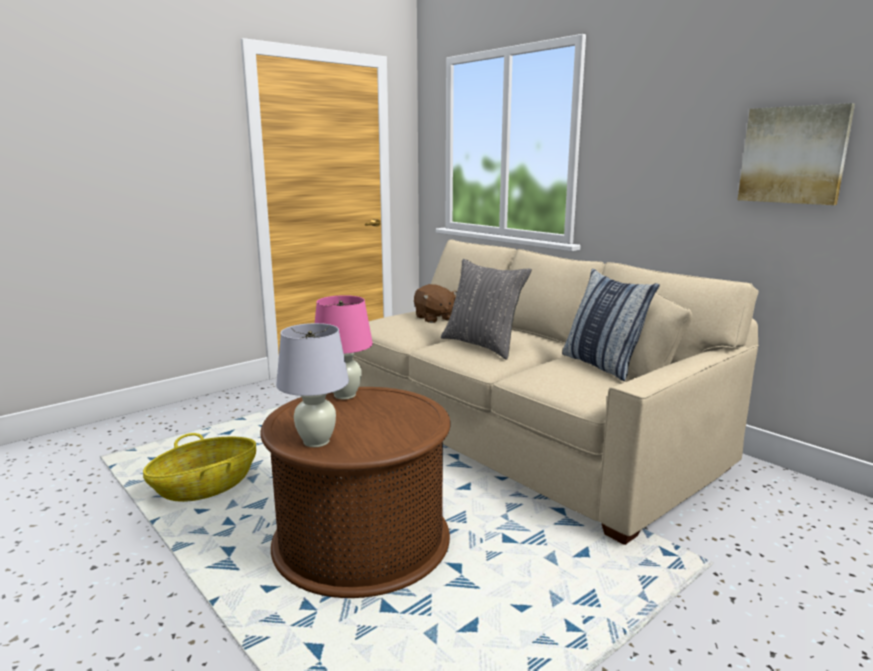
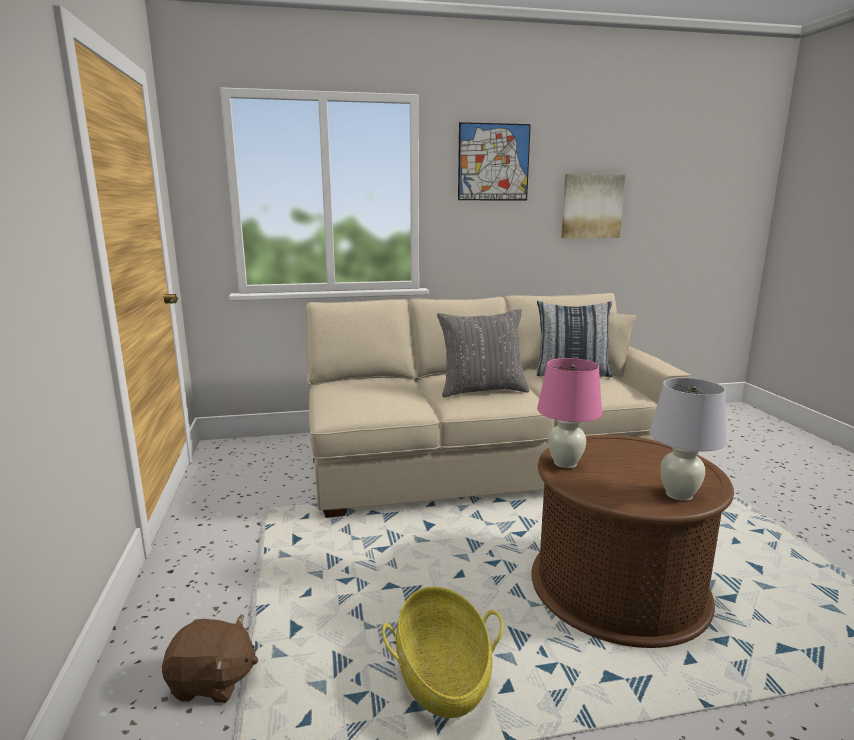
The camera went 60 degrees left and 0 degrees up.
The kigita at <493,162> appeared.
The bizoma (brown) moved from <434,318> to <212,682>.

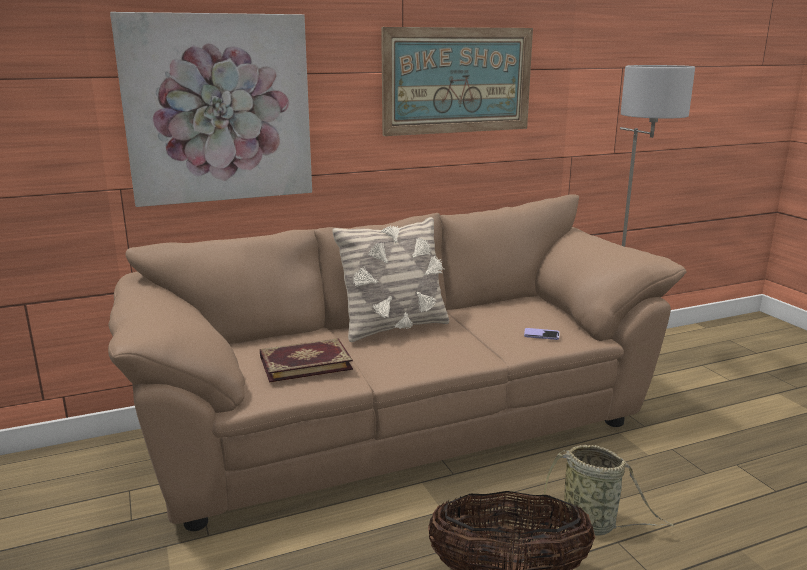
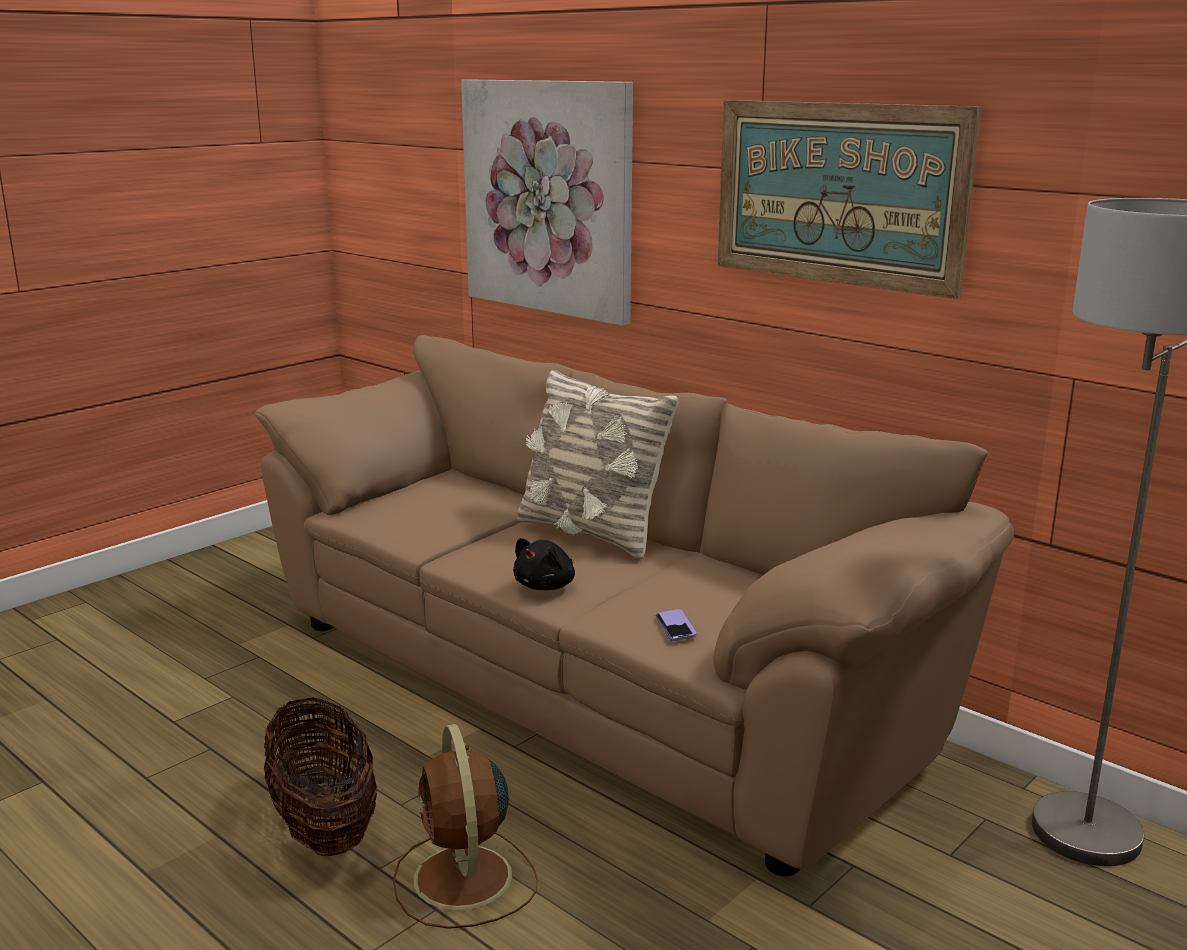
The camera went 65 degrees right and 0 degrees up.
The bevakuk at <305,362> disappeared.
The bizoma (black) at <546,586> appeared.
The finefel at <592,525> was replaced by the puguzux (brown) at <464,880>.

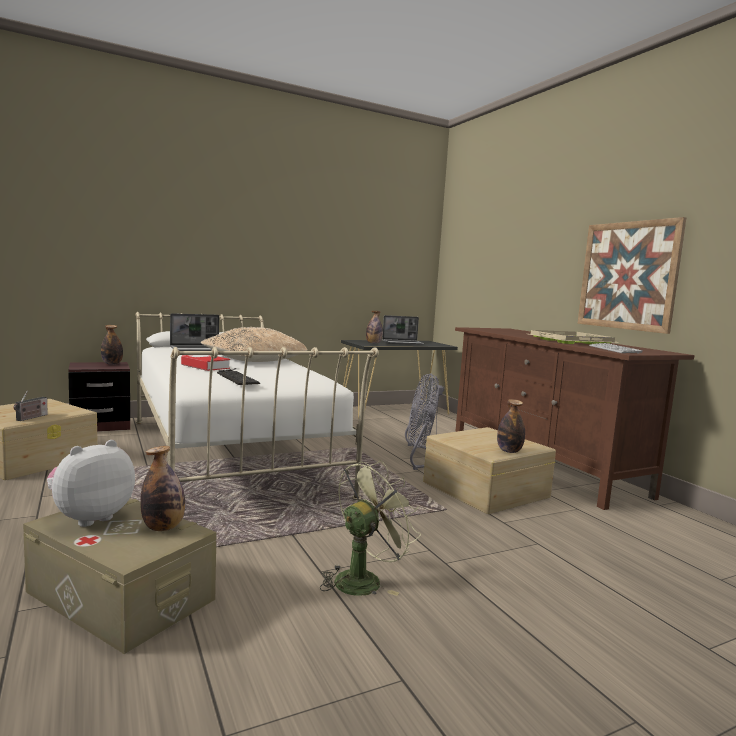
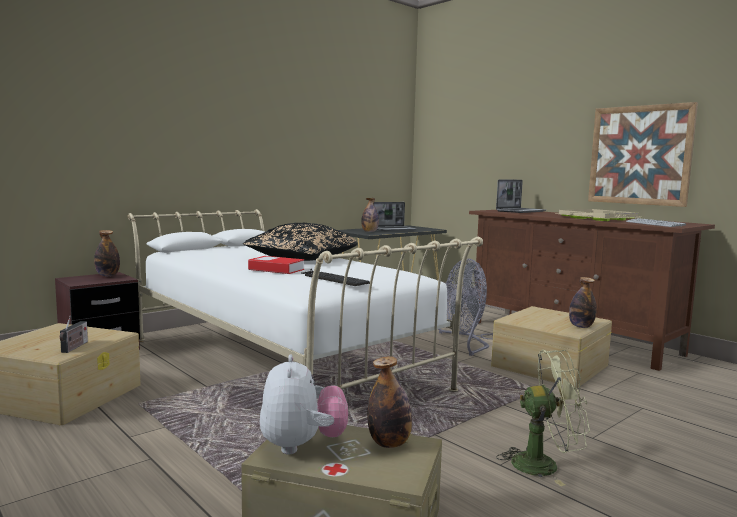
The camera went 15 degrees left and 0 degrees up.
The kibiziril moved from <198,349> to <520,211>.
The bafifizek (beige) at <255,359> became the bafifizek (black) at <303,257>.
The bizoma at <90,517> turned 150 degrees clockwise.
The puguzux (green) at <364,579> turned 60 degrees clockwise.

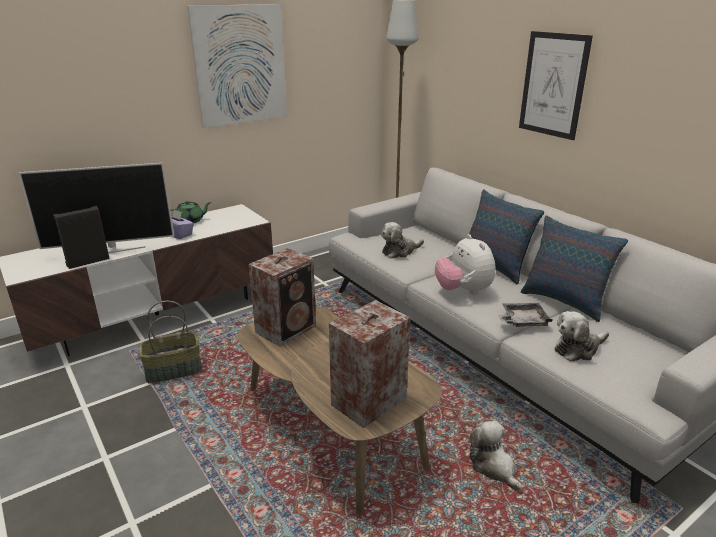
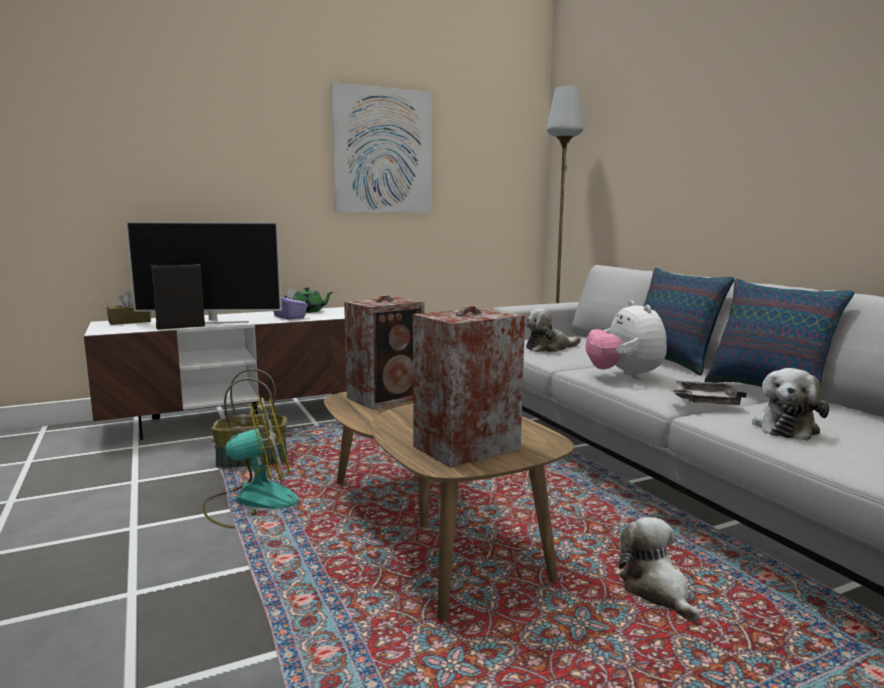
The camera went 10 degrees right and 15 degrees down.
The kigita at <553,85> disappeared.
The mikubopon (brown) at <129,322> appeared.
The puguzux at <251,501> appeared.
The bizoma at <578,349> turned 45 degrees counterclockwise.

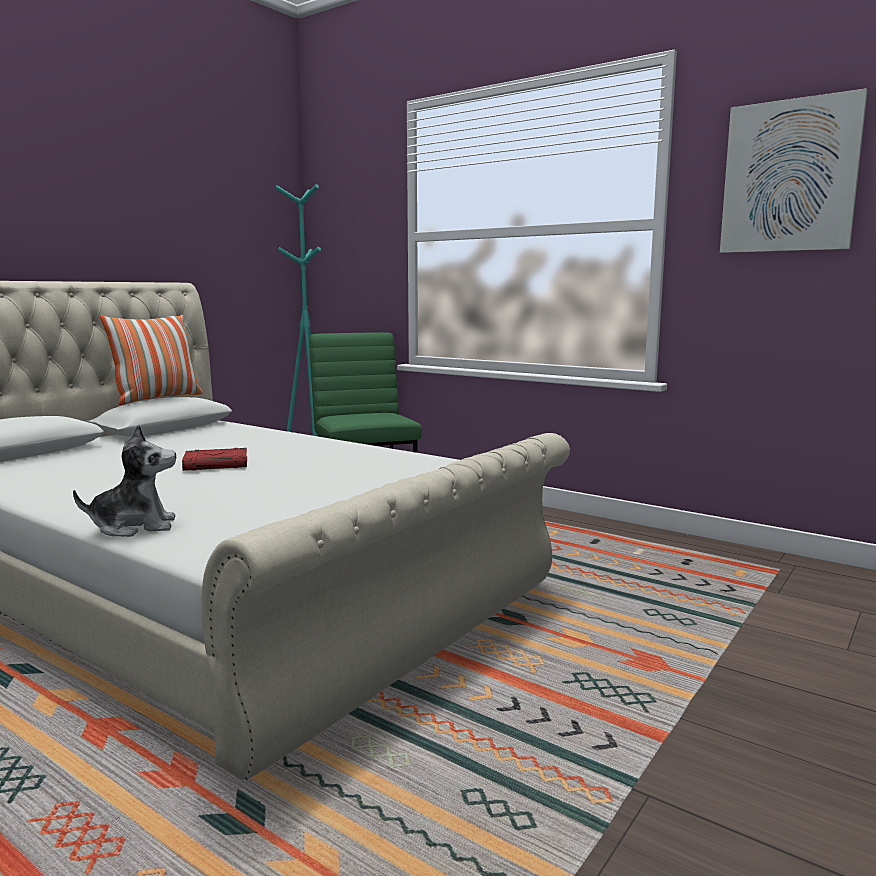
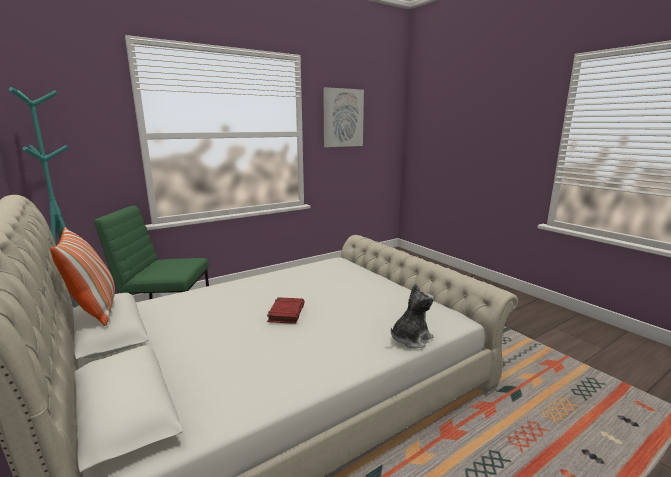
The camera went 70 degrees left and 5 degrees up.
The bizoma at <134,526> turned 45 degrees clockwise.

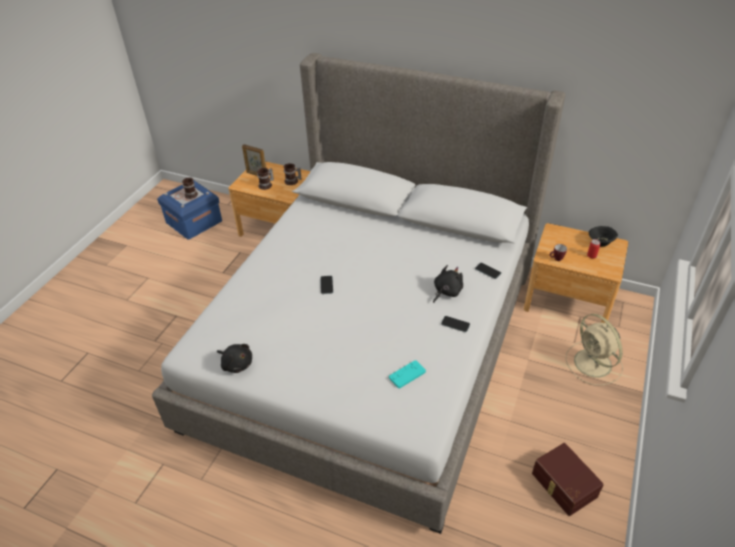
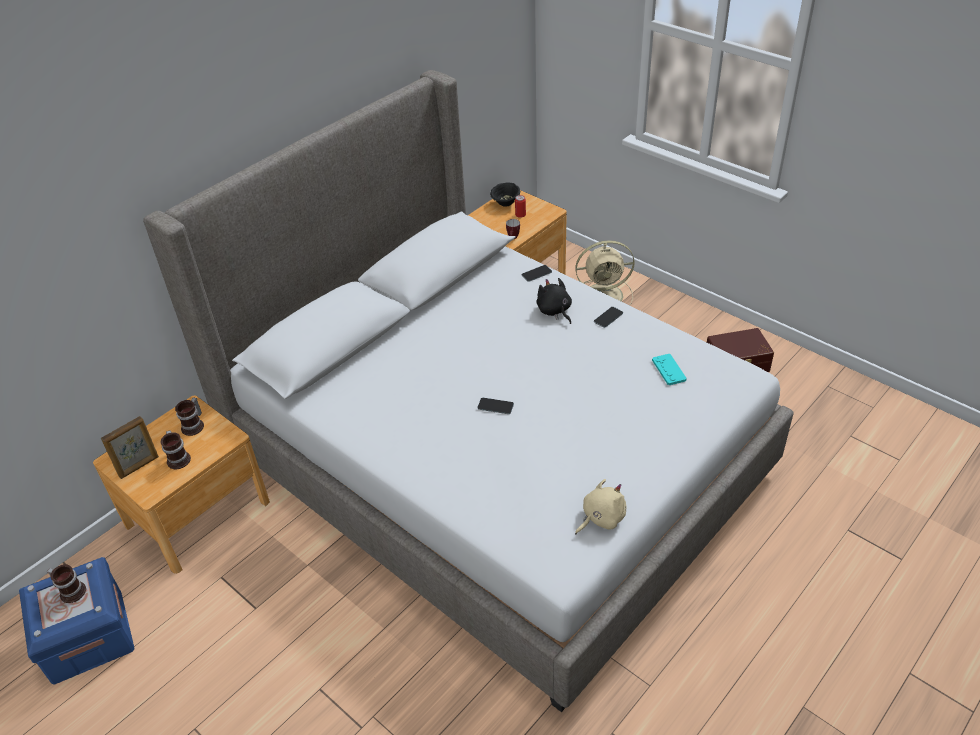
The camera went 70 degrees left and 0 degrees up.
The bizoma (black) at <236,364> became the bizoma (beige) at <601,518>.

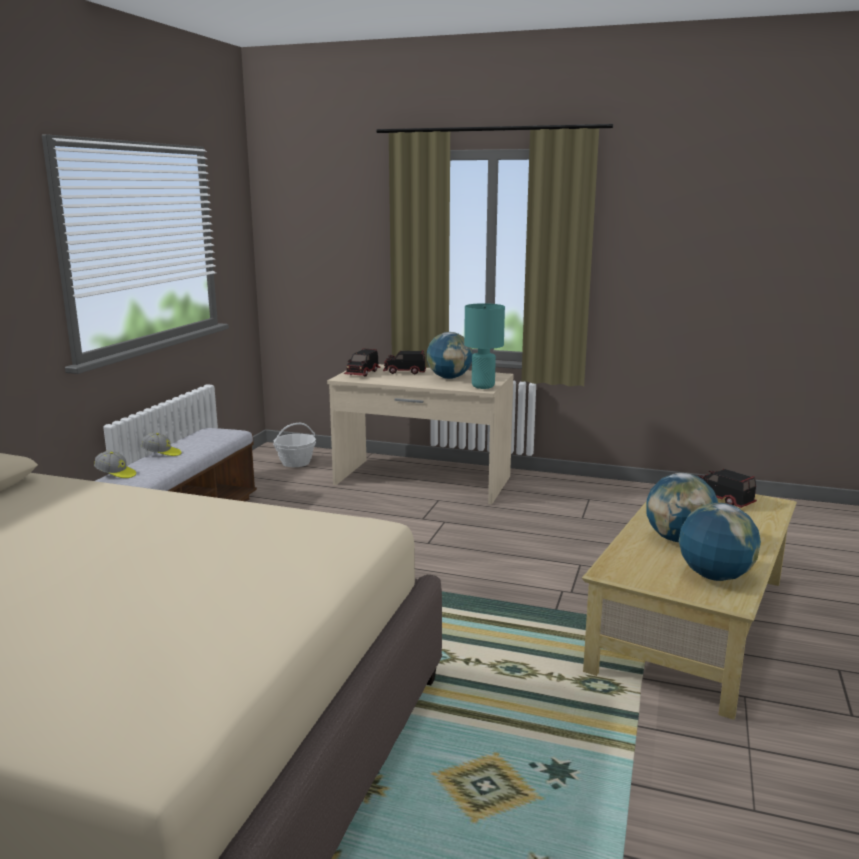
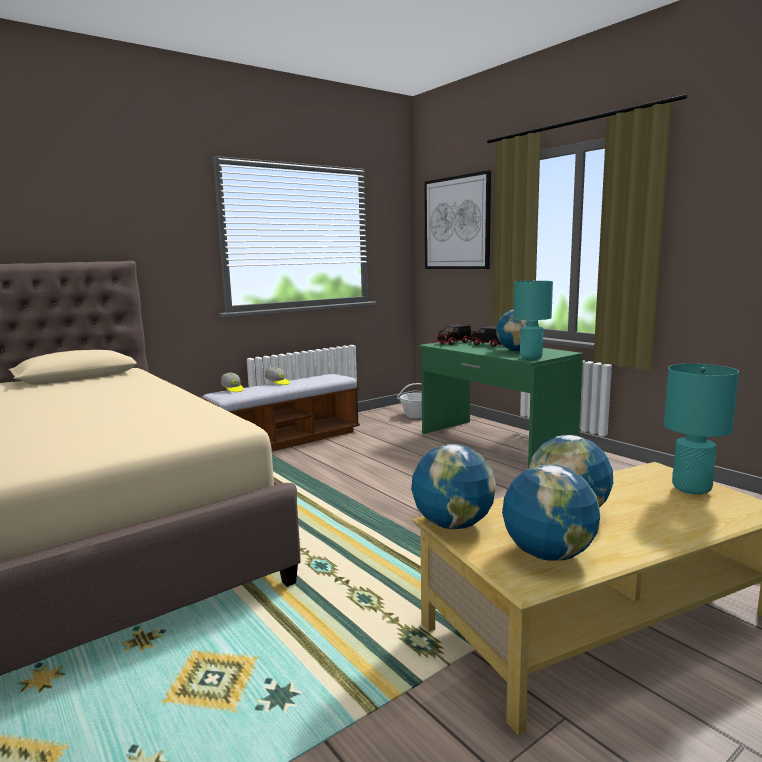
The camera went 35 degrees right and 5 degrees down.
The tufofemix at <453,525> appeared.
The kigita at <456,223> appeared.
The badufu at <722,499> was replaced by the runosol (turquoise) at <691,491>.
The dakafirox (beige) at <422,481> became the dakafirox (green) at <494,443>.

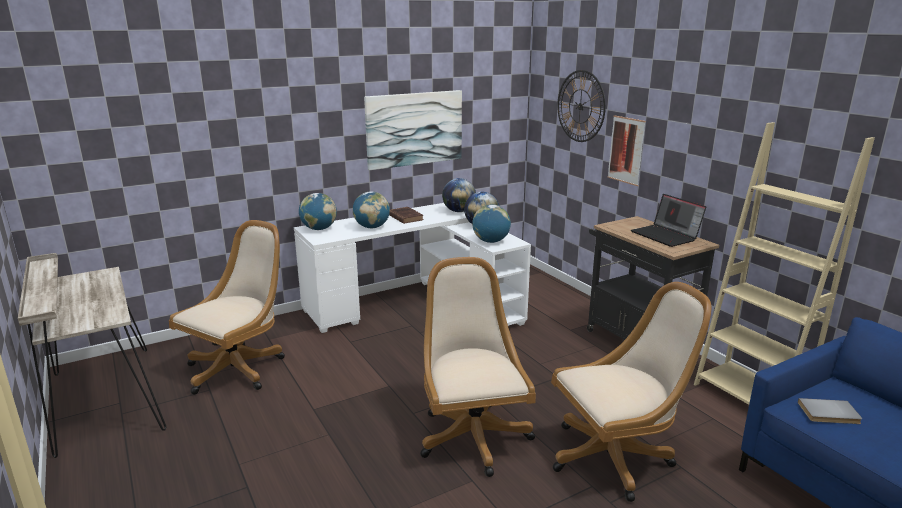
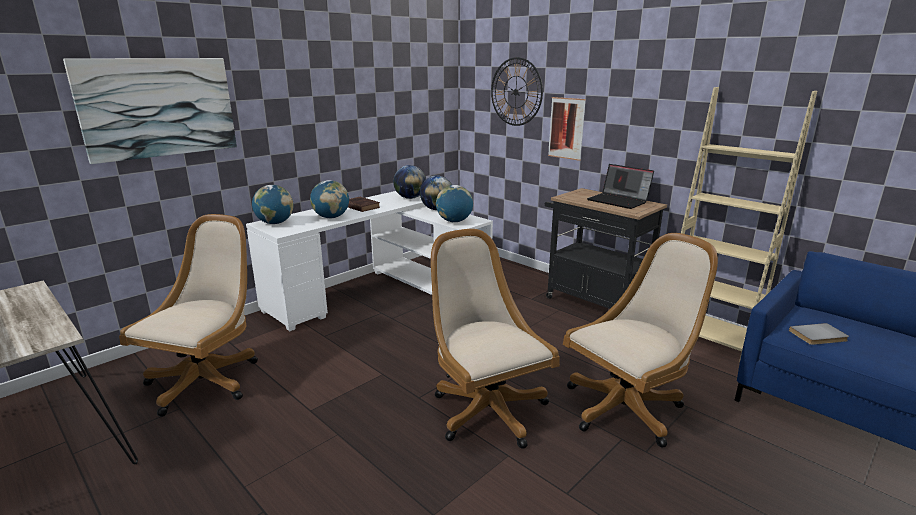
The camera went 15 degrees left and 0 degrees up.
The kigita moved from <414,129> to <159,107>.

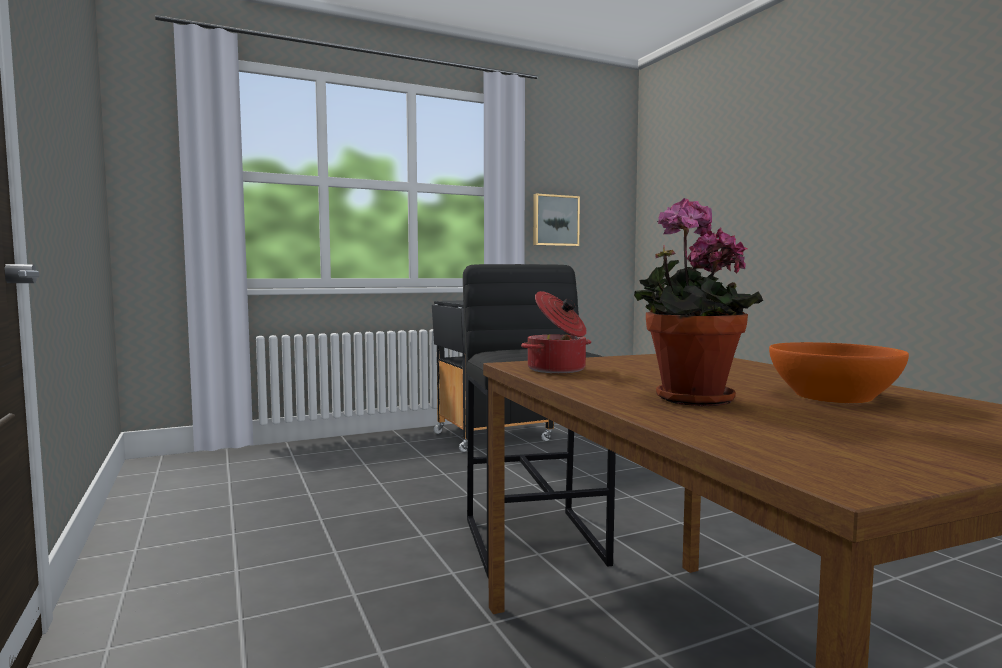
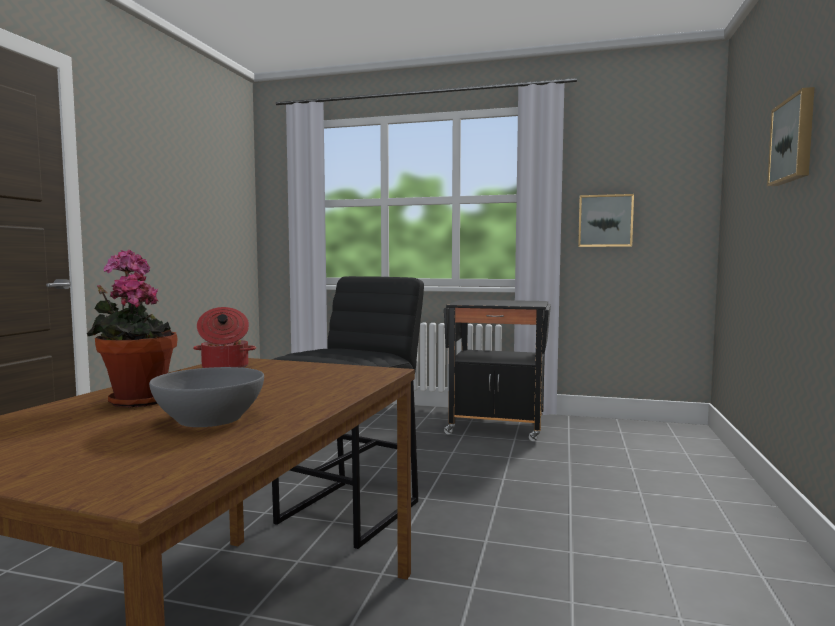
The camera went 40 degrees right and 0 degrees up.
The kigita at <794,140> appeared.
The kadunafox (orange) at <833,396> became the kadunafox (grey) at <210,418>.

